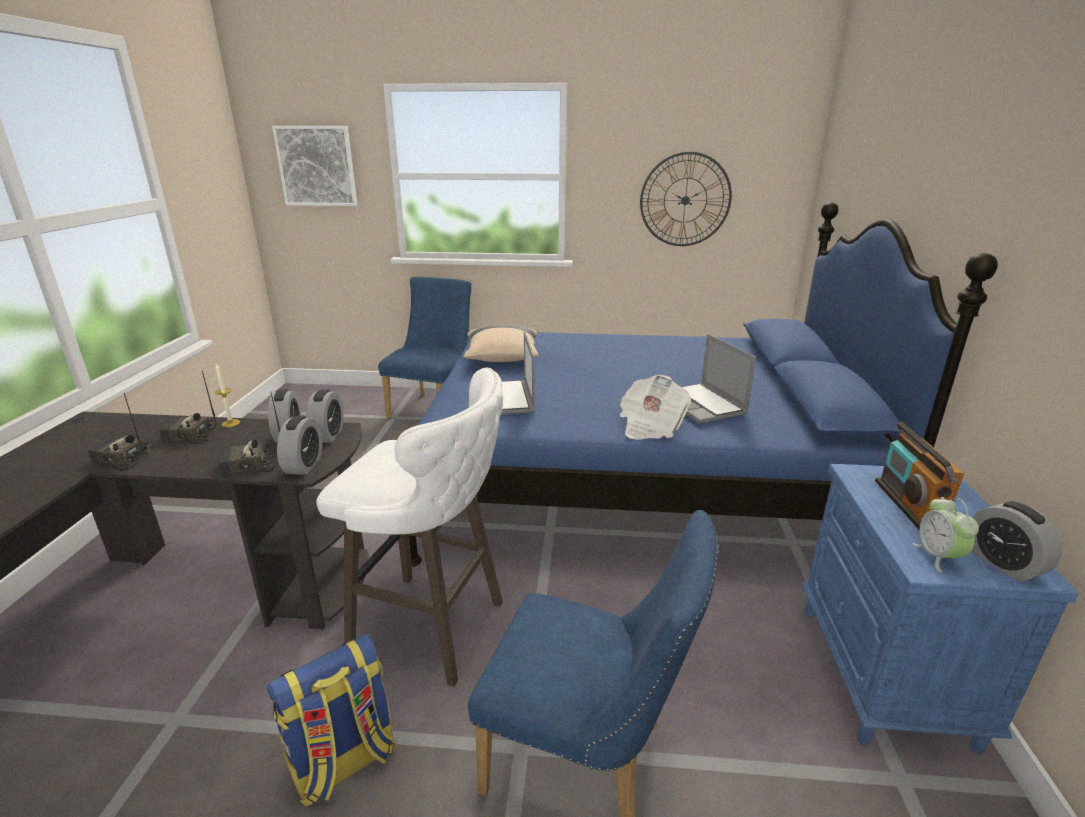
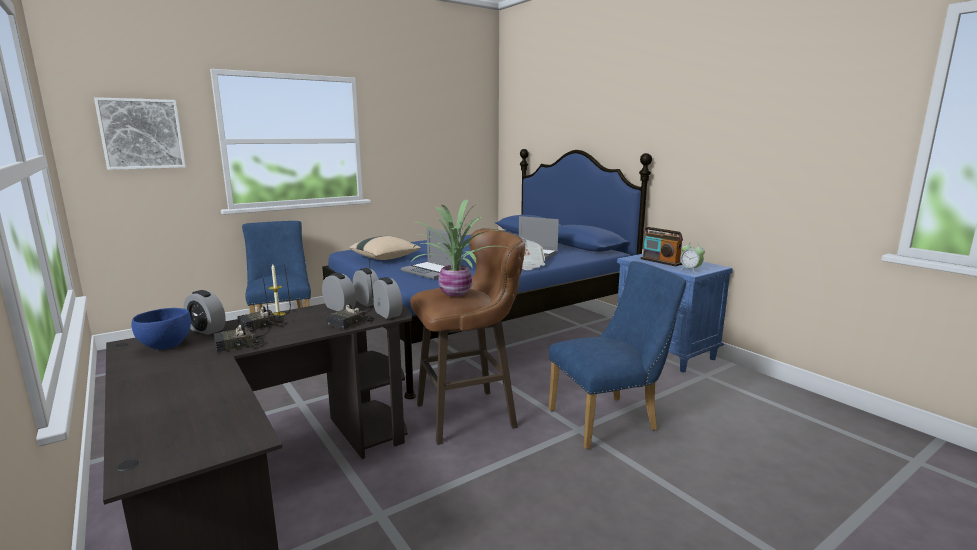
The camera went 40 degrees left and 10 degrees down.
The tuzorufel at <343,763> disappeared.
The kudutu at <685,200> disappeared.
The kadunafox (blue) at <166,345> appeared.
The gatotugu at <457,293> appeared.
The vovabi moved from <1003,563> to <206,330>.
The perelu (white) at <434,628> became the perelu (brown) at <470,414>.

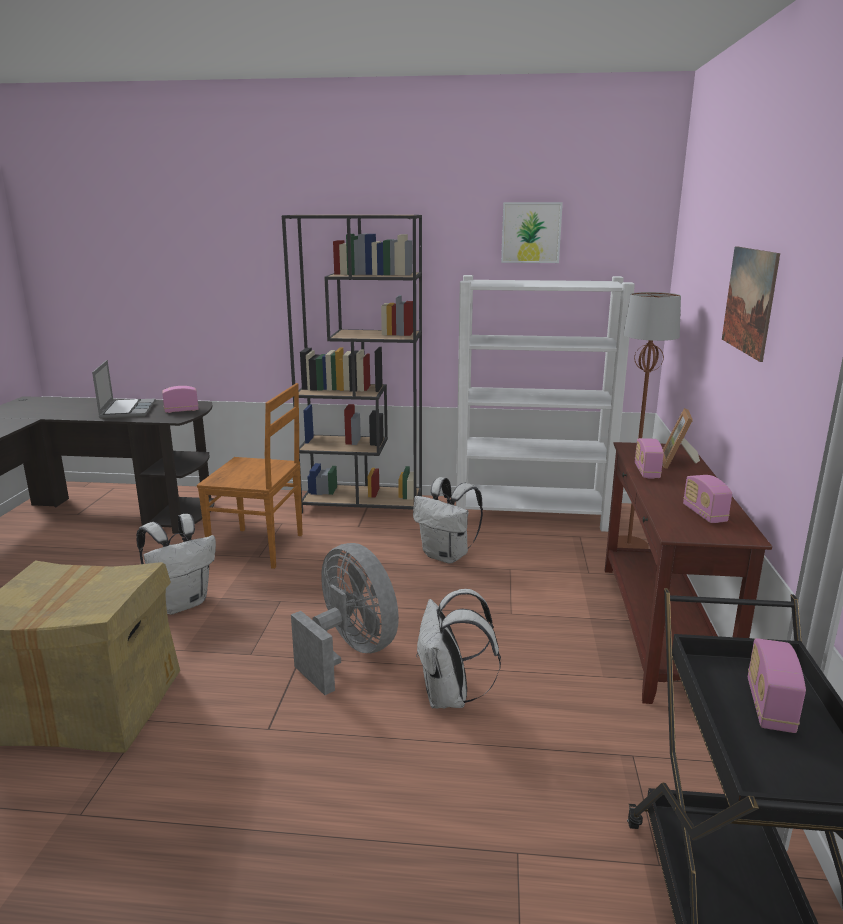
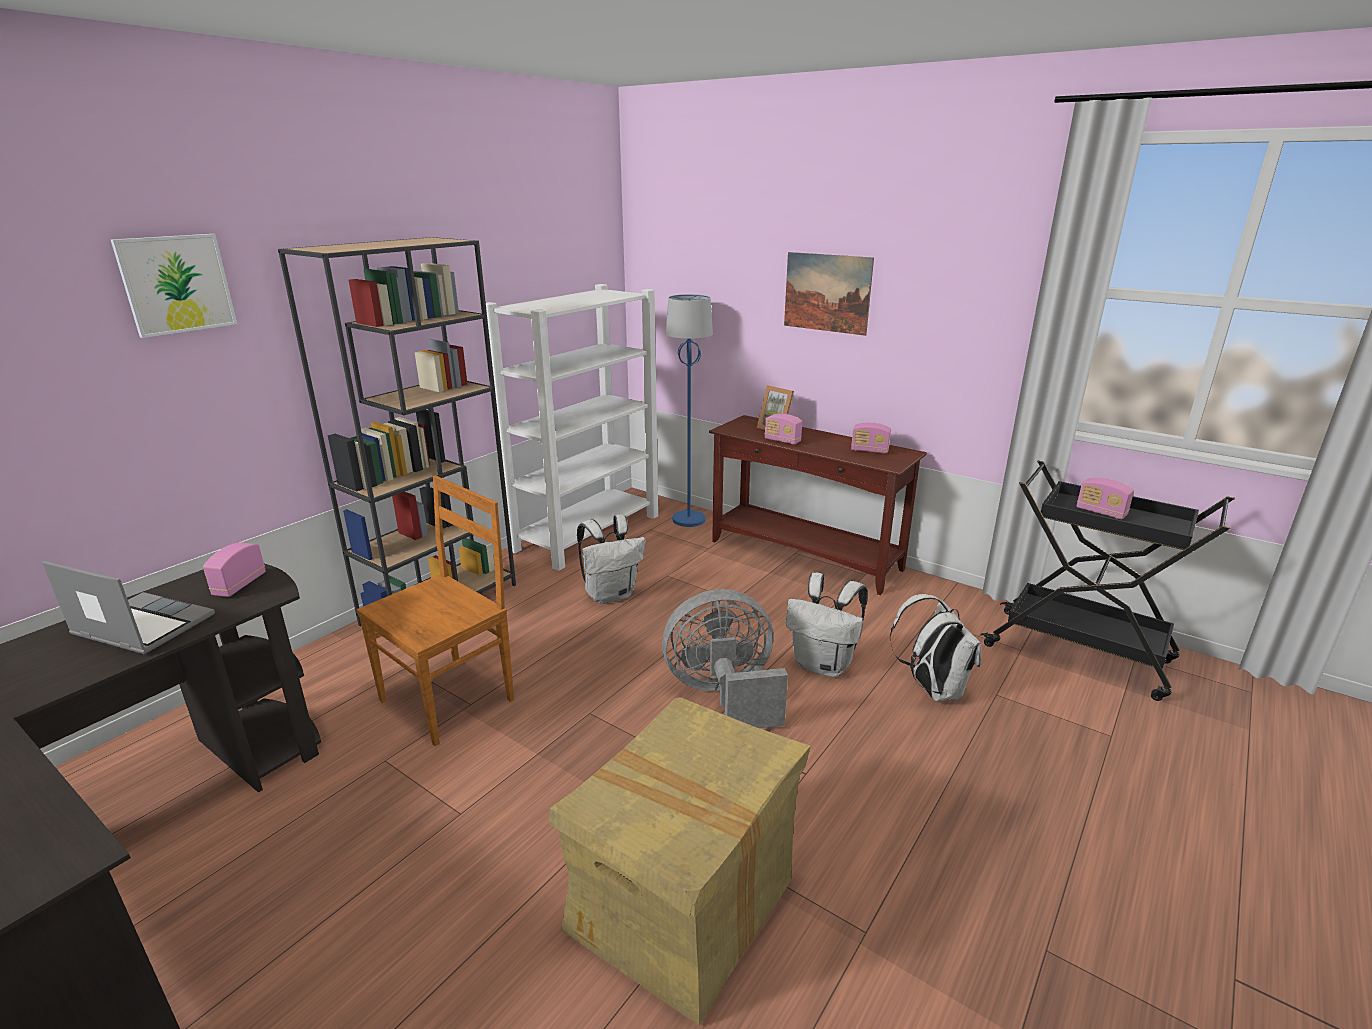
The camera went 60 degrees left and 5 degrees up.
The tuzorufel (white) moved from <181,603> to <932,689>.
The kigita moved from <531,232> to <176,284>.
The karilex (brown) at <628,547> became the karilex (blue) at <688,520>.

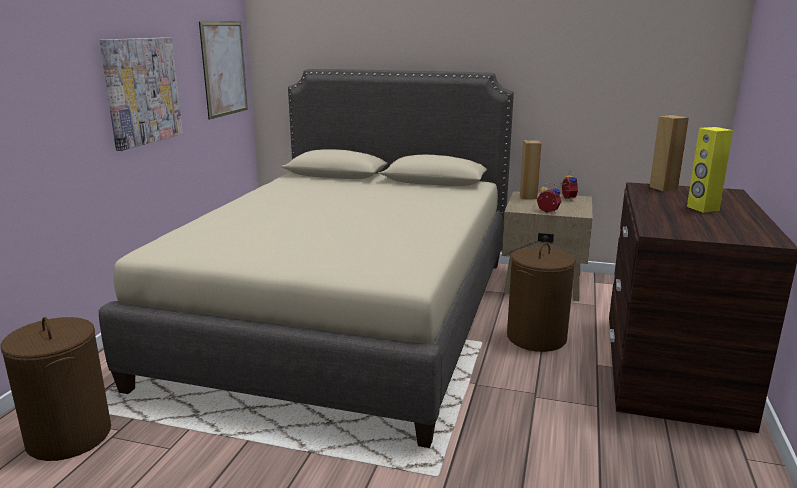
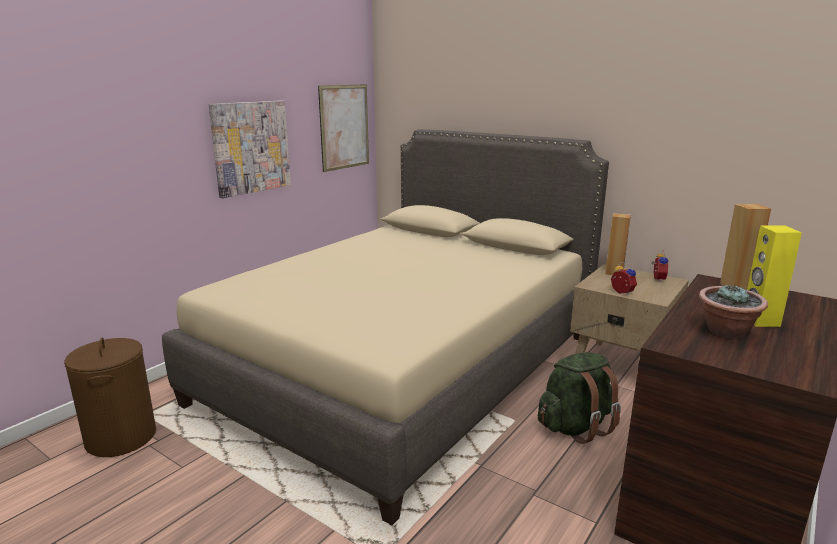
The camera went 20 degrees right and 0 degrees up.
The gatotugu at <726,332> appeared.
The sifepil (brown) at <536,338> was replaced by the tuzorufel (green) at <575,427>.

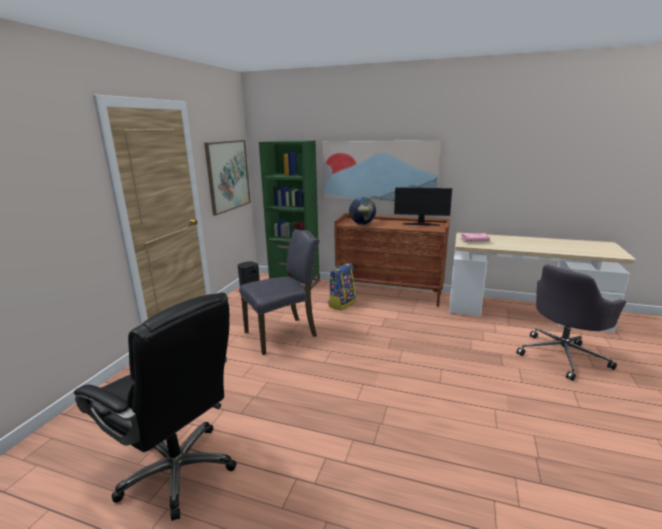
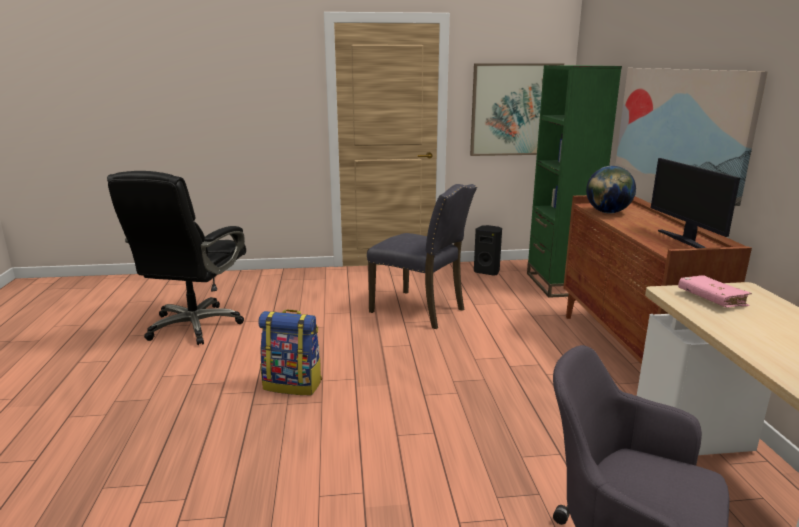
The camera went 65 degrees right and 0 degrees up.
The tuzorufel moved from <341,304> to <293,384>.

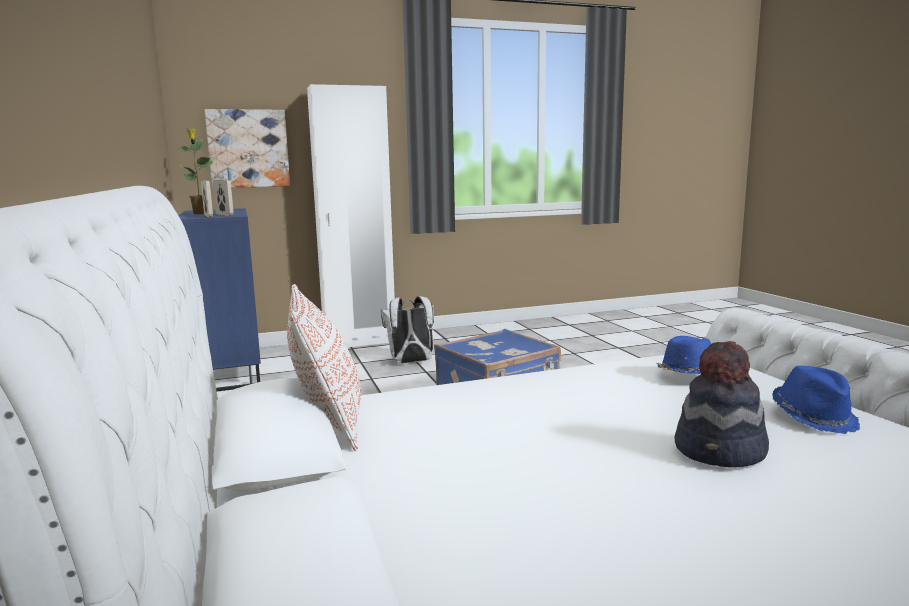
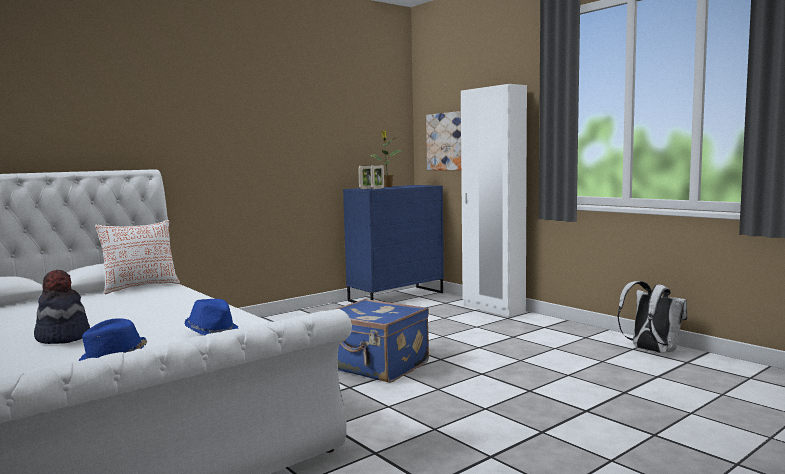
The camera went 70 degrees right and 5 degrees down.
The tuzorufel (white) moved from <411,362> to <651,351>.

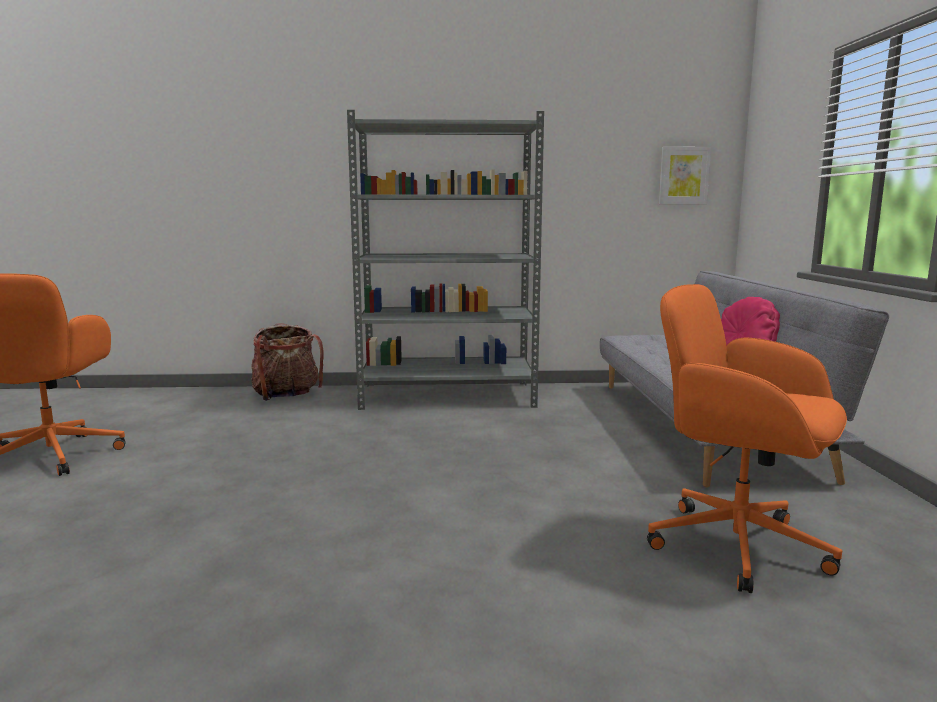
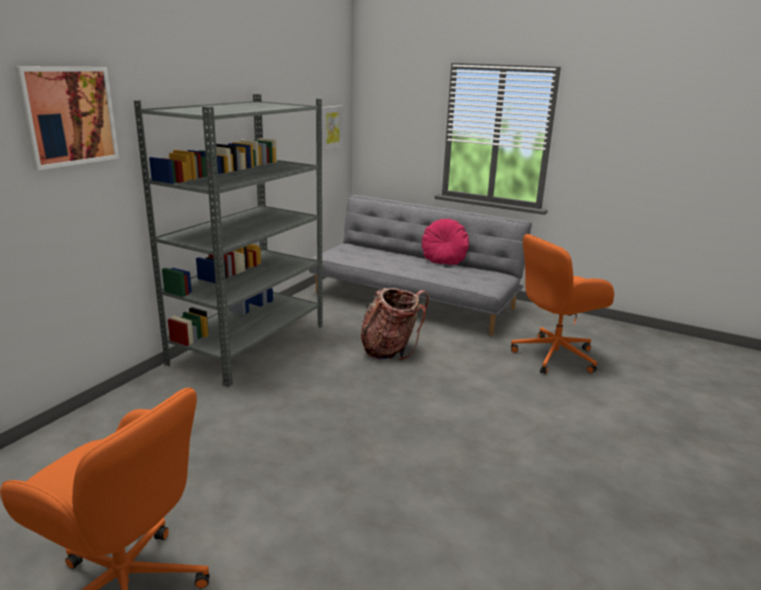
The camera went 60 degrees left and 10 degrees up.
The kigita at <69,116> appeared.
The tuzorufel moved from <287,395> to <390,350>.

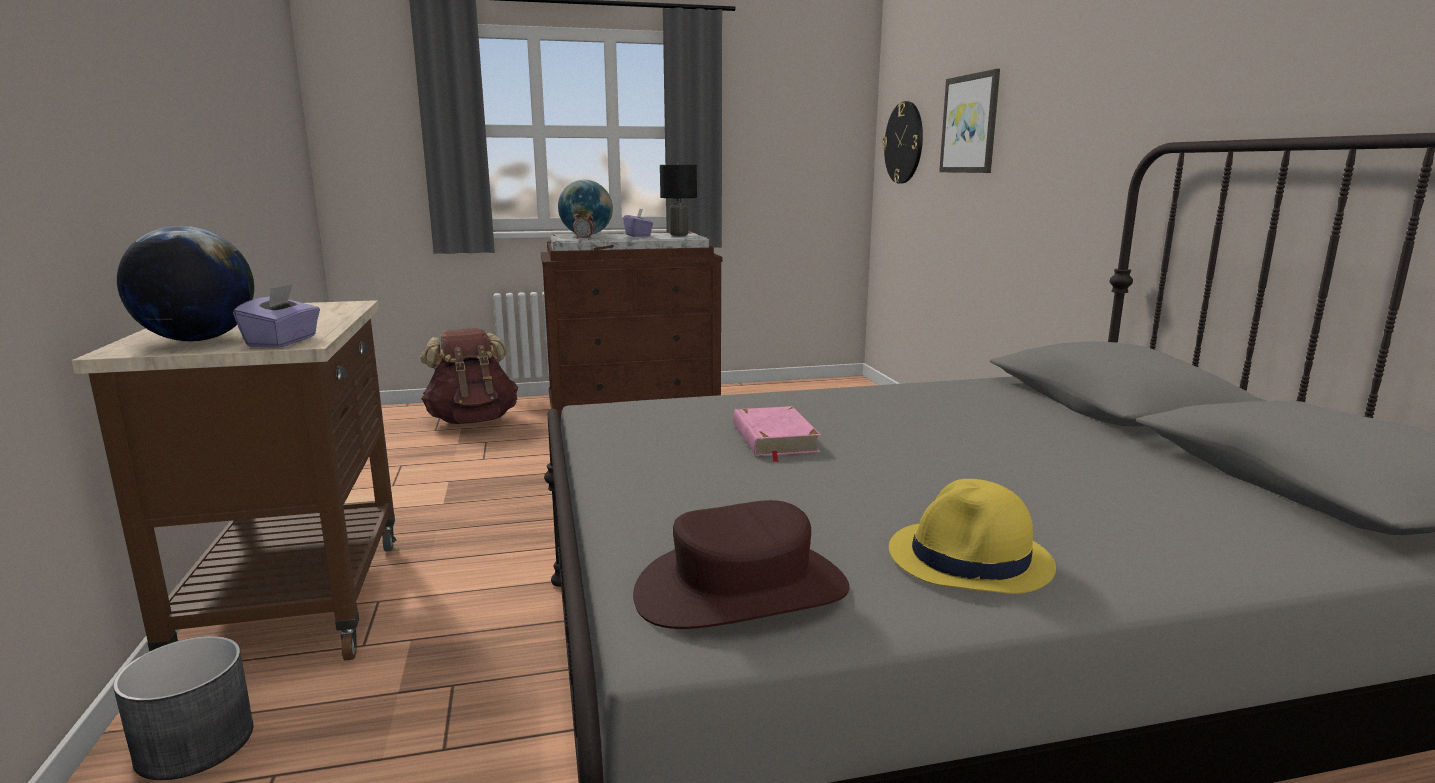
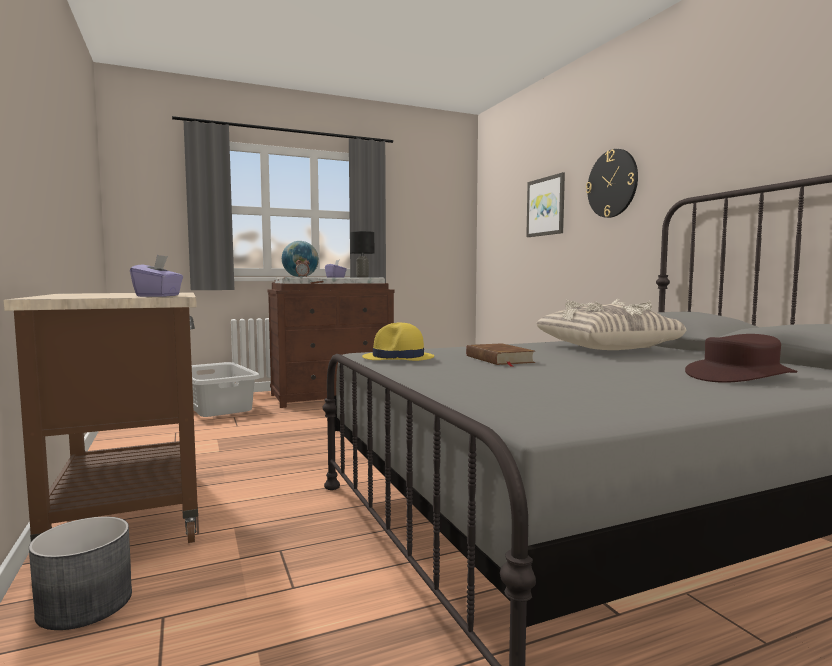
The camera went 10 degrees left and 10 degrees down.
The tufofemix at <198,340> disappeared.
The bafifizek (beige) at <605,349> appeared.
The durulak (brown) moved from <741,591> to <740,376>.
The kudutu moved from <904,143> to <612,183>.
The durulak (yellow) moved from <970,560> to <398,358>.
The tuzorufel (brown) at <472,420> was replaced by the sifepil (grey) at <218,406>.
The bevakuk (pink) at <773,438> became the bevakuk (brown) at <499,359>.

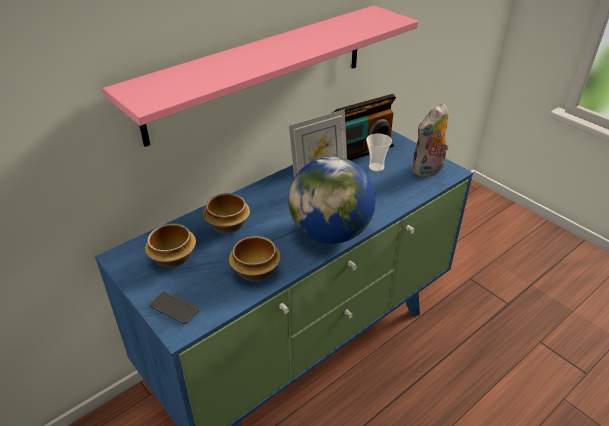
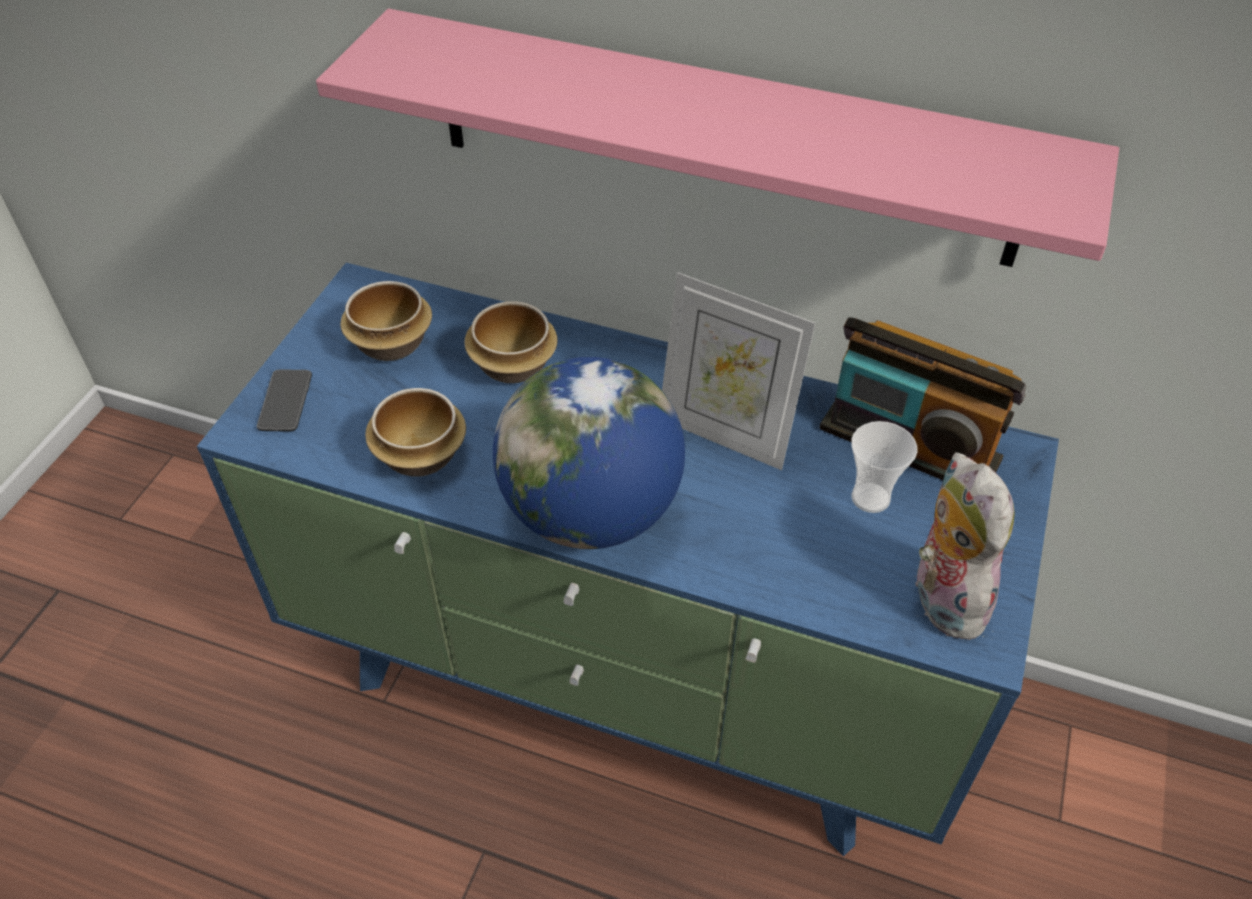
The camera went 60 degrees right and 10 degrees up.
The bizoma at <428,171> turned 60 degrees clockwise.

